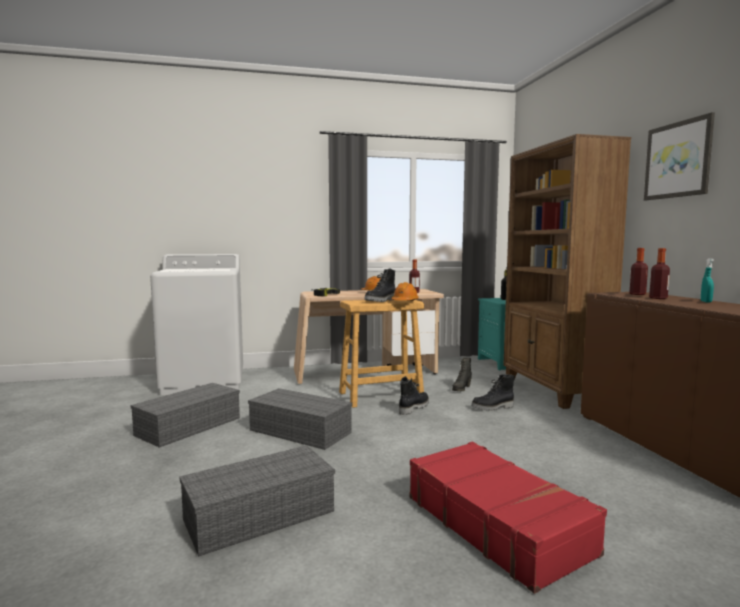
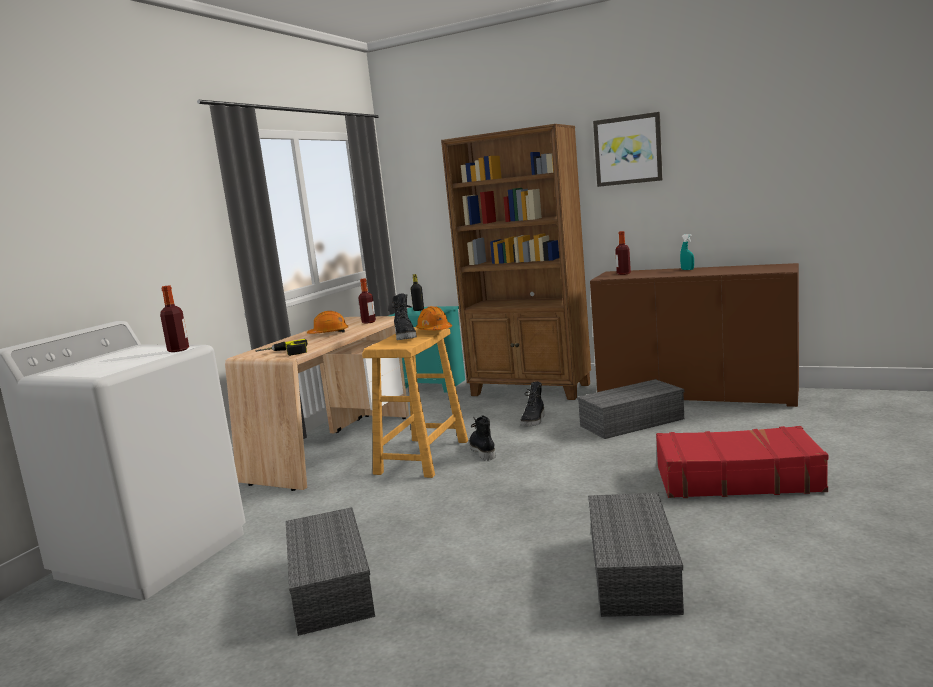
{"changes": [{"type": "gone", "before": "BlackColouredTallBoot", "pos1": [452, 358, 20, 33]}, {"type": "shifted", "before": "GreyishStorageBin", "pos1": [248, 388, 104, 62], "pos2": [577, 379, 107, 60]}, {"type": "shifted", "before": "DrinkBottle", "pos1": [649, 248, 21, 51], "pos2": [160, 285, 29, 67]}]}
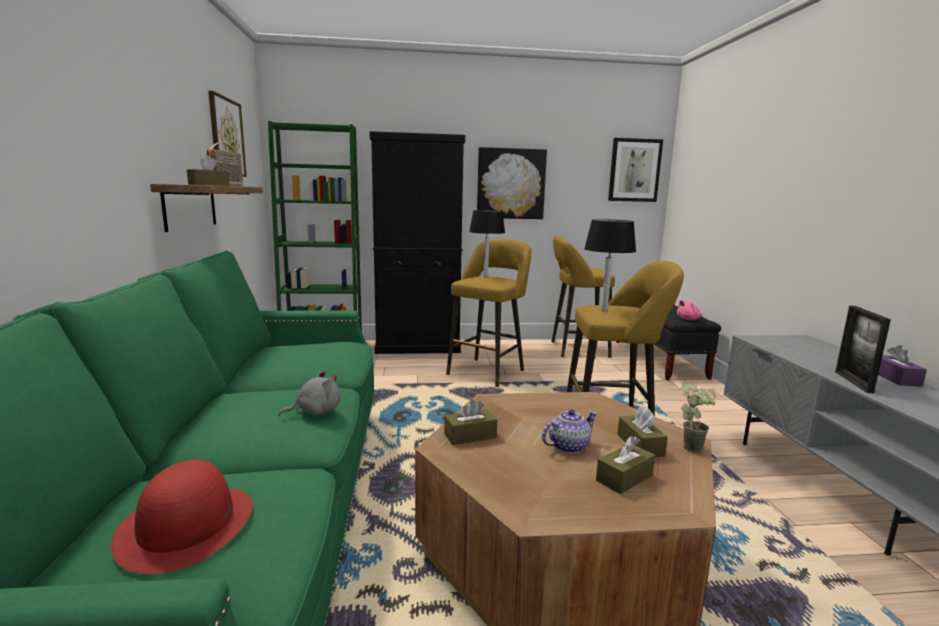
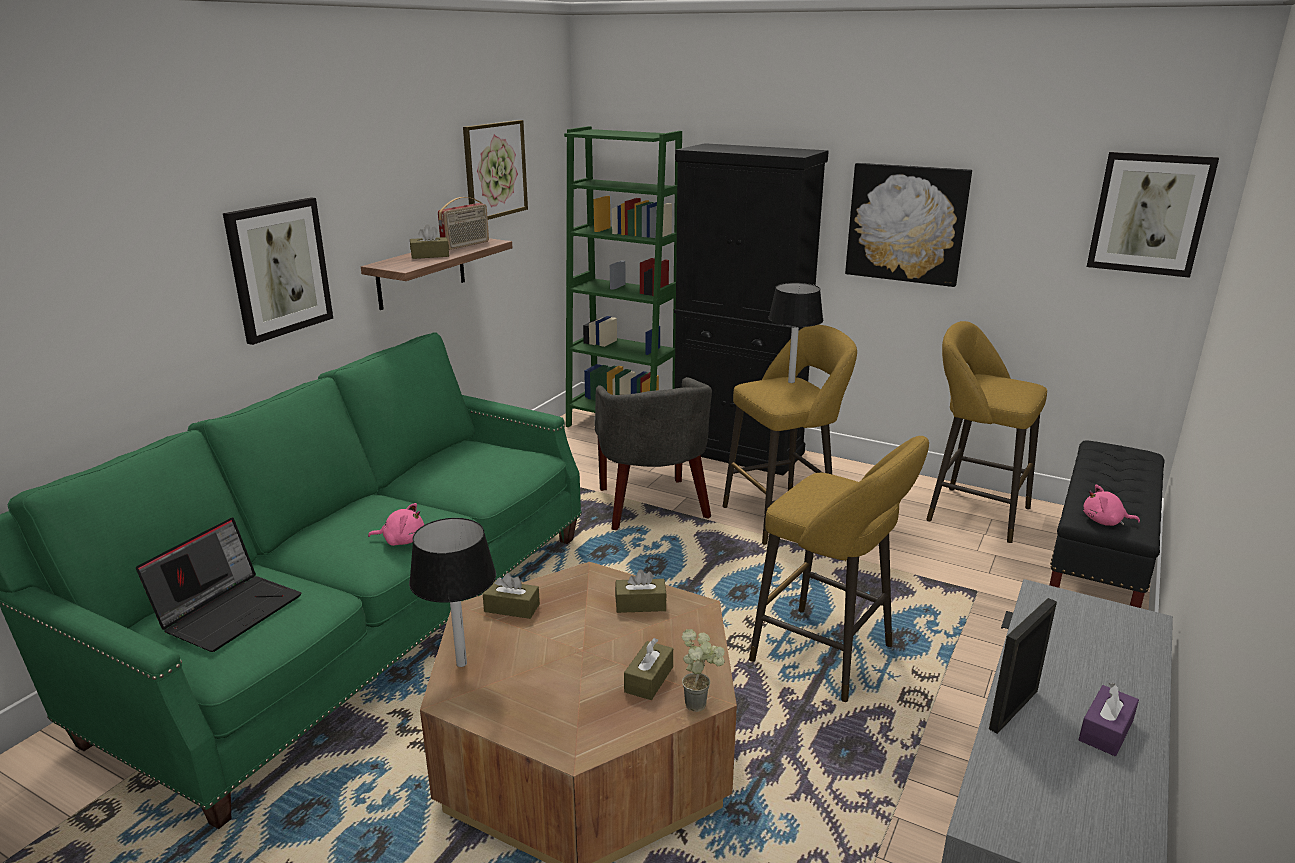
{"changes": [{"type": "gone", "before": "PotForTea", "pos1": [542, 409, 55, 44]}, {"type": "new", "after": "WallArt", "pos2": [223, 197, 110, 148]}, {"type": "new", "after": "GreyishArmchair", "pos2": [594, 377, 118, 153]}, {"type": "shifted", "before": "BlackColouredLampForATable", "pos1": [584, 219, 52, 92], "pos2": [409, 518, 87, 149]}, {"type": "shifted", "before": "BrownBoxOfTissues", "pos1": [596, 436, 59, 58], "pos2": [615, 569, 52, 44]}, {"type": "swapped", "before": "RedColouredWearableHat", "after": "NotebookComputer", "pos1": [111, 460, 142, 114], "pos2": [136, 517, 165, 135]}, {"type": "repainted", "before": "GreyishSoftToy", "after": "PinkColouredSoftToy", "pos1": [278, 370, 63, 46], "pos2": [368, 503, 56, 43]}]}
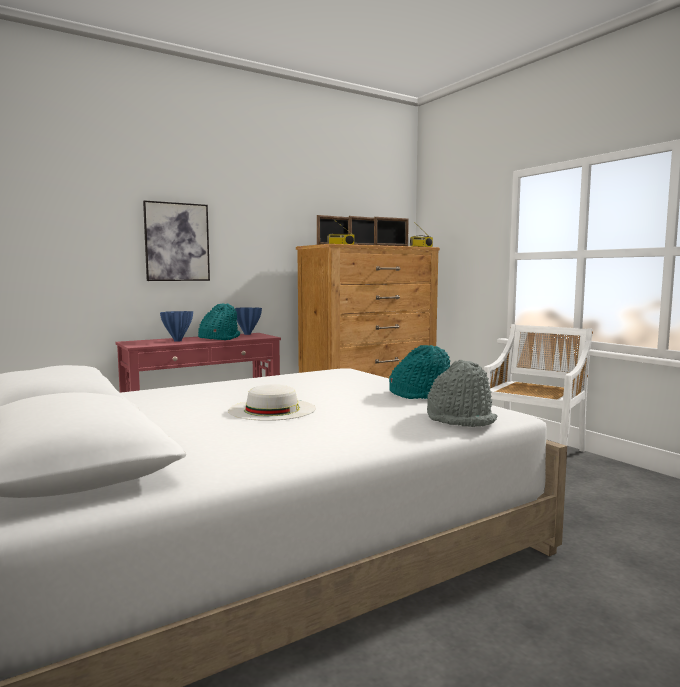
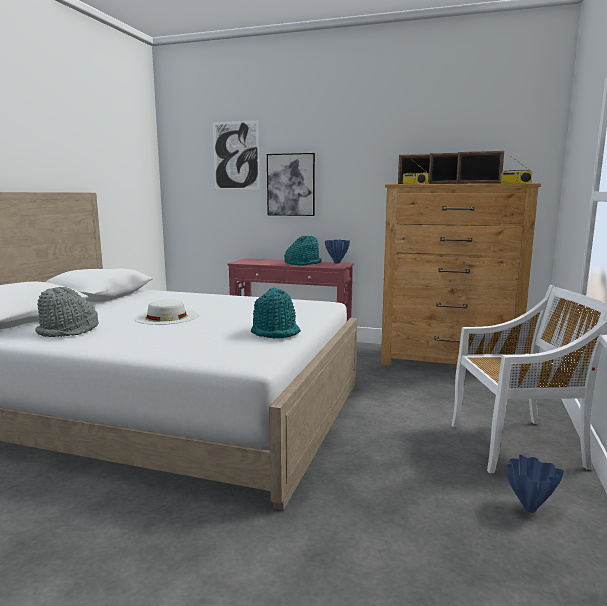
{"changes": [{"type": "new", "after": "WallArt", "pos2": [213, 120, 46, 69]}, {"type": "shifted", "before": "BluishFlowerVase", "pos1": [160, 311, 33, 31], "pos2": [506, 455, 58, 58]}, {"type": "shifted", "before": "GreyishWearableHat", "pos1": [427, 360, 70, 67], "pos2": [35, 287, 64, 50]}]}
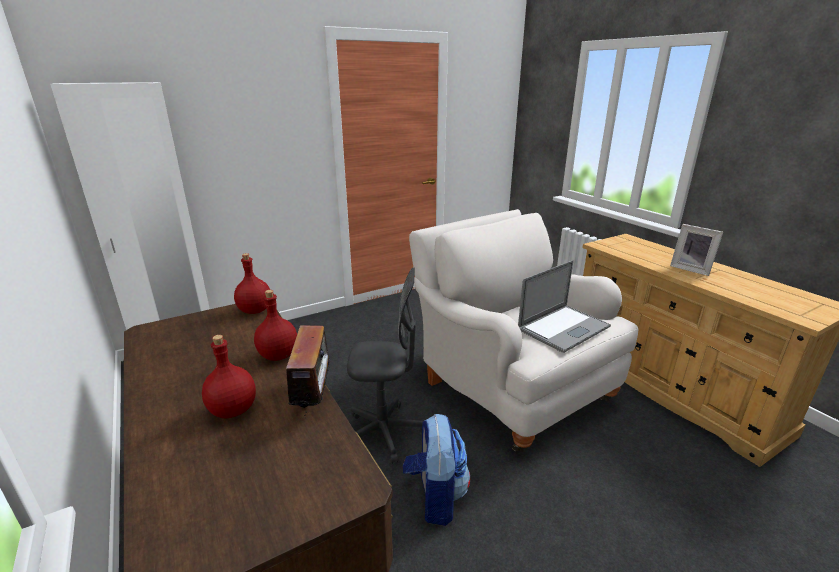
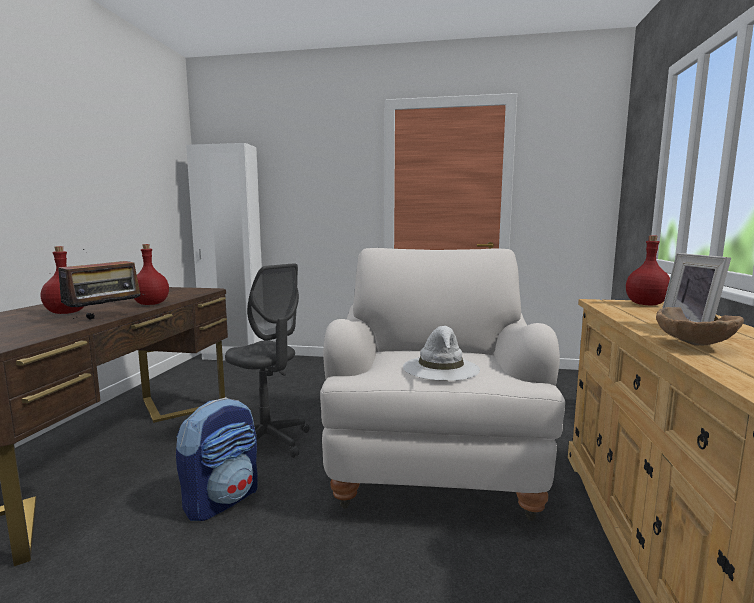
{"changes": [{"type": "new", "after": "BrownServingBowl", "pos2": [656, 307, 88, 39]}, {"type": "shifted", "before": "RedColouredDrinkBottle", "pos1": [234, 253, 36, 61], "pos2": [626, 236, 44, 70]}, {"type": "swapped", "before": "NotebookComputer", "after": "WhiteWearableHat", "pos1": [518, 260, 93, 93], "pos2": [403, 326, 77, 55]}]}
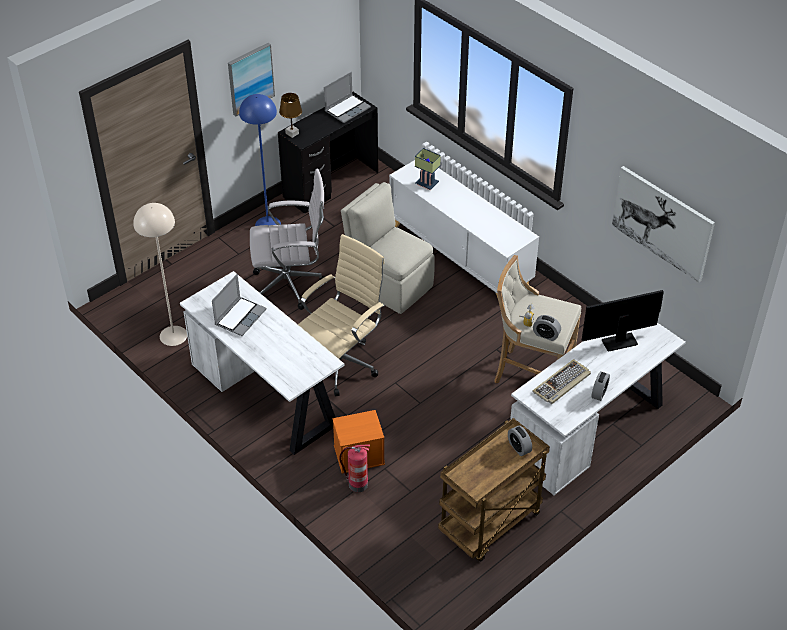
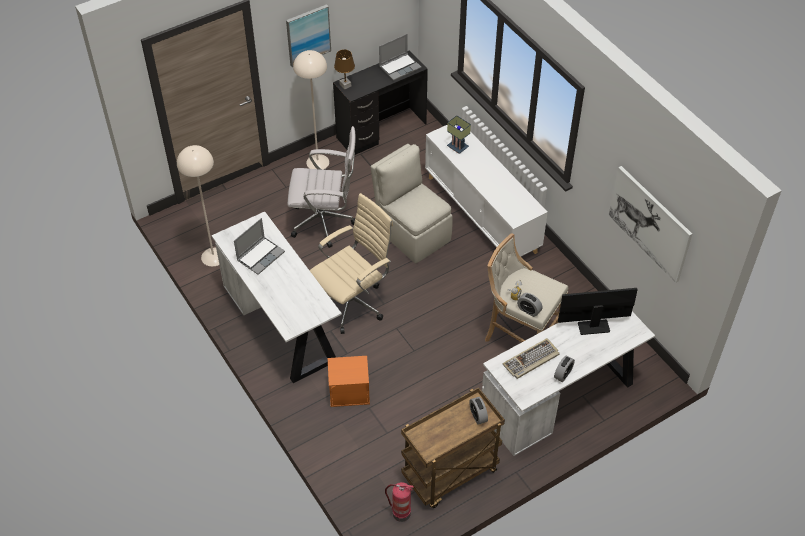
{"changes": [{"type": "shifted", "before": "FireFightingCylinder", "pos1": [339, 444, 31, 48], "pos2": [385, 482, 29, 40]}, {"type": "repainted", "before": "BluishStandingLamp", "after": "BeigeColouredStandingLamp", "pos1": [239, 94, 42, 132], "pos2": [293, 50, 36, 120]}]}
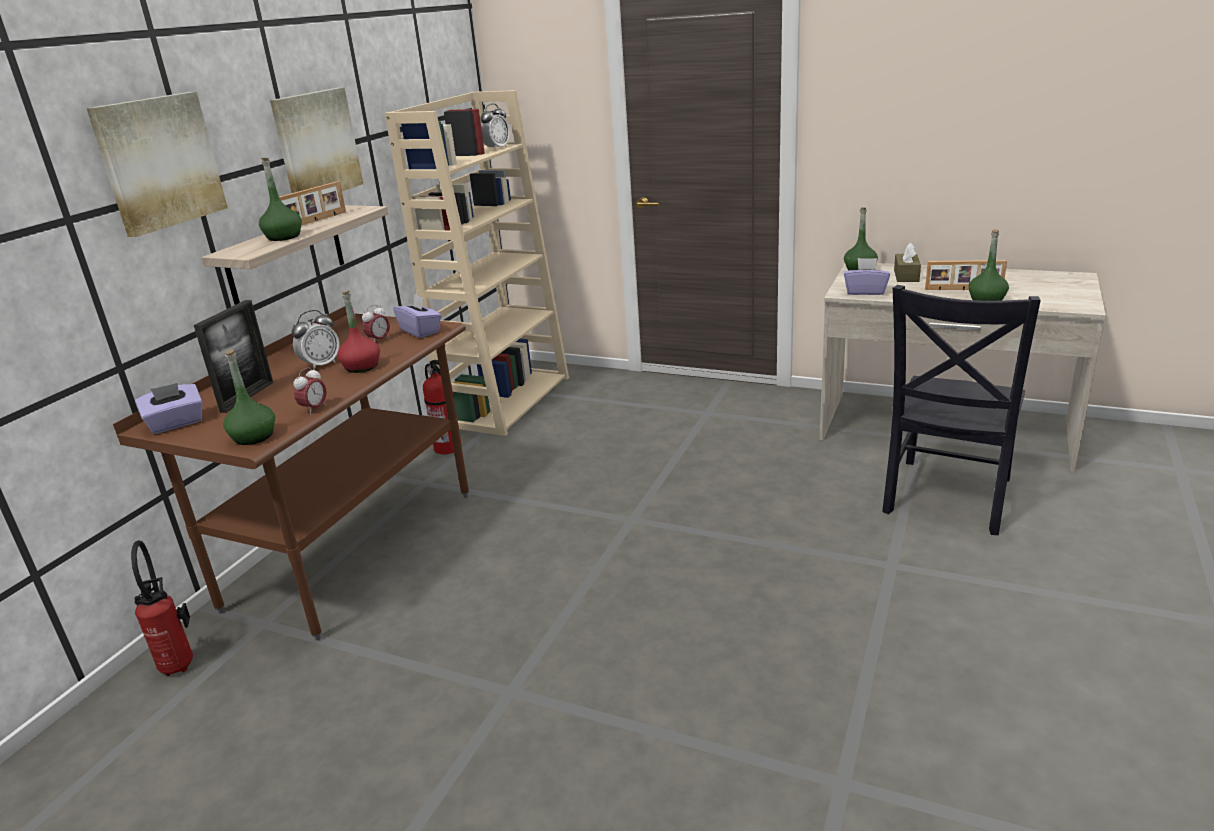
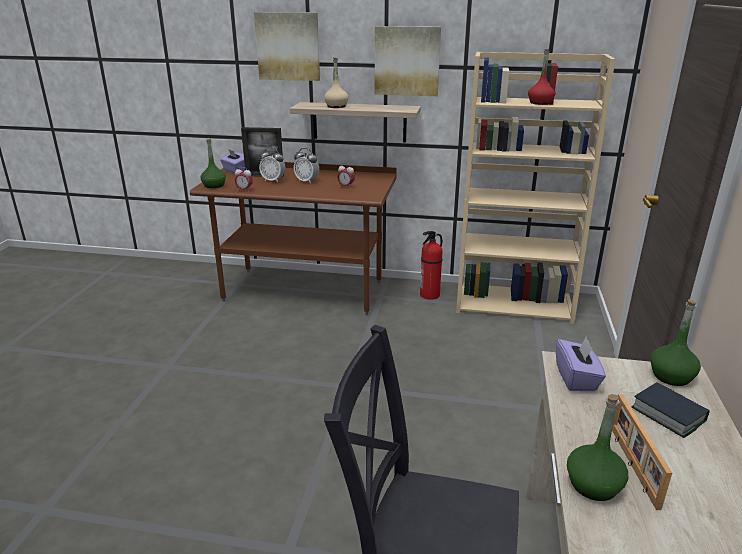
{"changes": [{"type": "gone", "before": "FireFightingCylinder", "pos1": [131, 540, 62, 136]}, {"type": "gone", "before": "PictureFrame", "pos1": [279, 181, 67, 44]}, {"type": "gone", "before": "PurplishBoxOfTissues", "pos1": [393, 294, 49, 44]}, {"type": "shifted", "before": "RedColouredDrinkBottle", "pos1": [337, 291, 43, 82], "pos2": [528, 49, 28, 56]}, {"type": "shifted", "before": "TableClock", "pos1": [480, 103, 30, 47], "pos2": [259, 148, 27, 35]}, {"type": "swapped", "before": "BrownBoxOfTissues", "after": "BoundBook", "pos1": [894, 243, 27, 39], "pos2": [632, 382, 78, 56]}, {"type": "repainted", "before": "GreenColouredDrinkBottle", "after": "BeigeColouredDrinkBottle", "pos1": [259, 158, 43, 83], "pos2": [324, 57, 25, 51]}]}
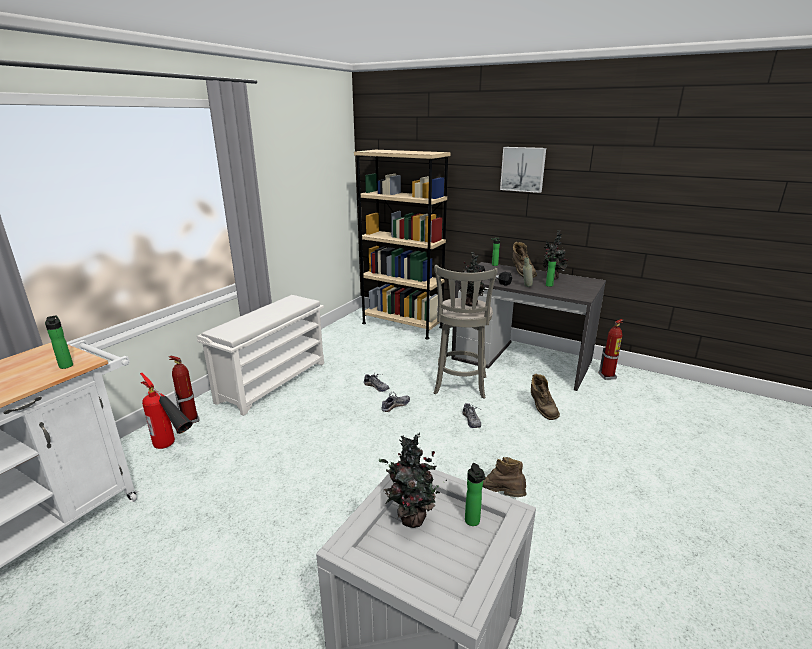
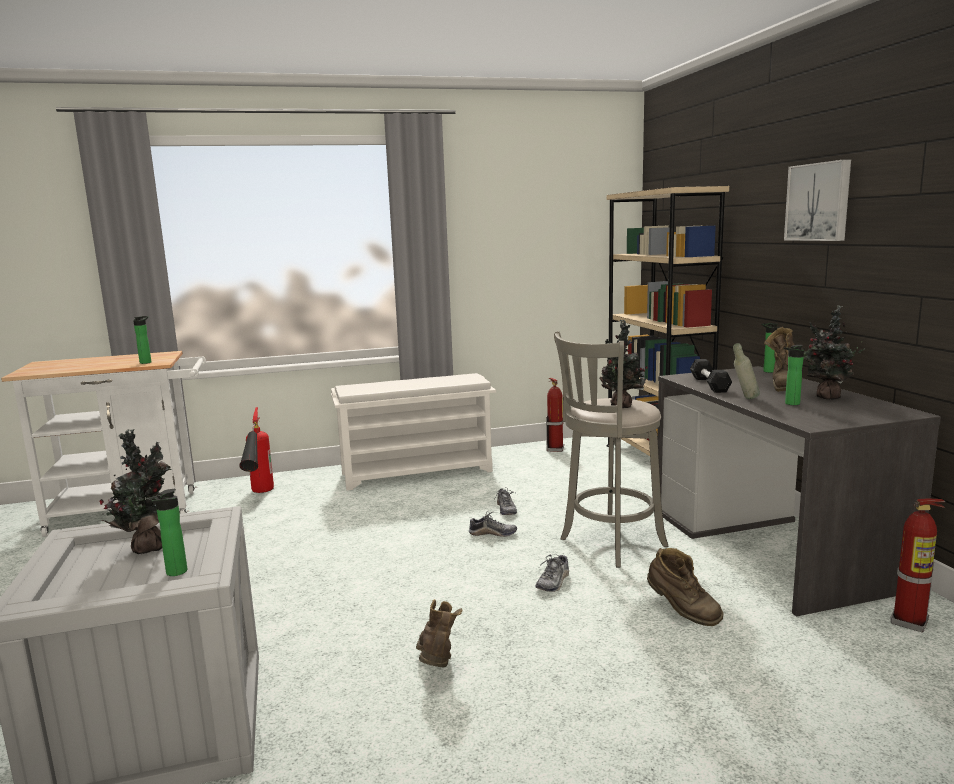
{"changes": [{"type": "shifted", "before": "FireFightingCylinder", "pos1": [169, 356, 30, 67], "pos2": [546, 378, 18, 74]}, {"type": "rotated", "before": "BrownTallBoot", "pos1": [531, 374, 29, 46], "pos2": [647, 548, 76, 78], "turn": -75}]}
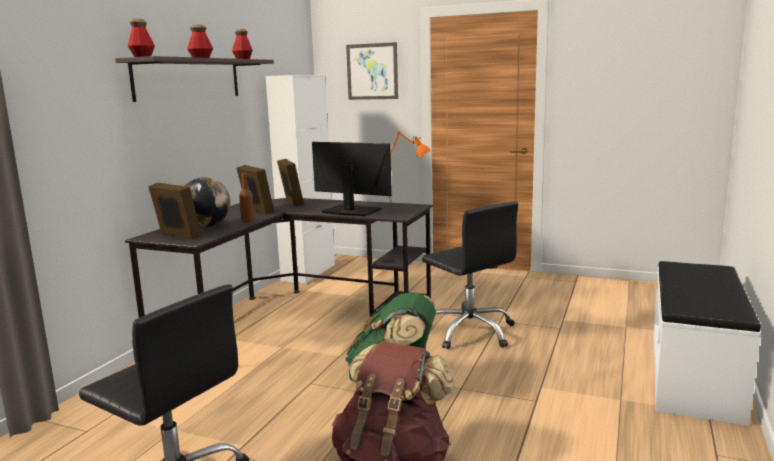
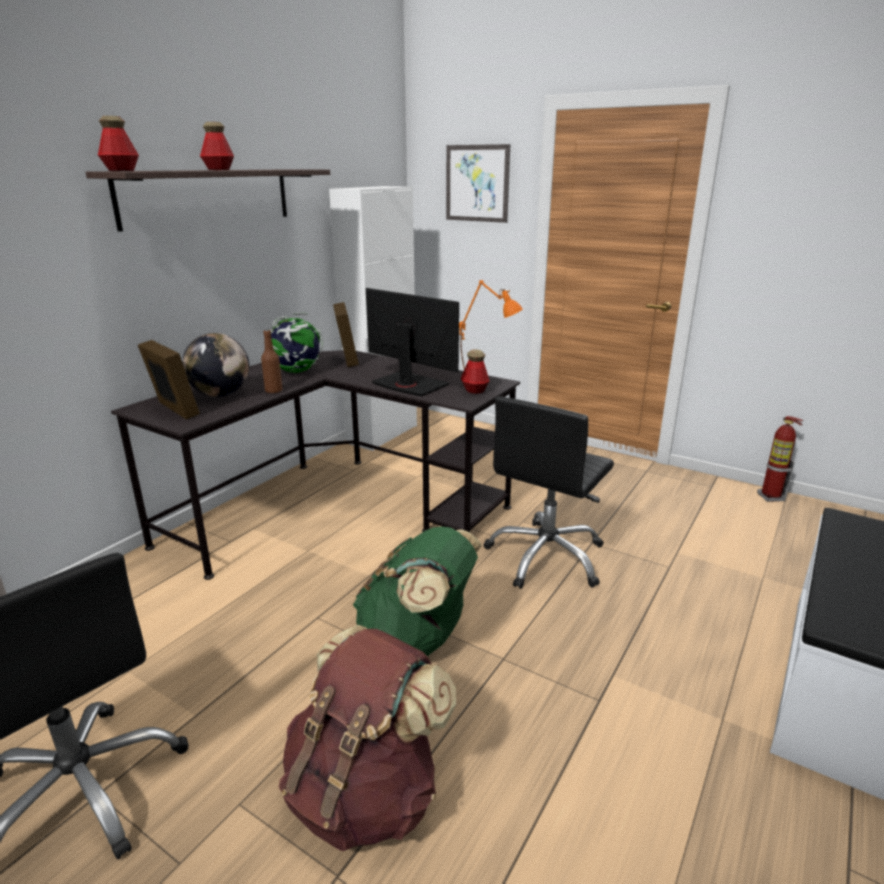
{"changes": [{"type": "new", "after": "FireFightingCylinder", "pos2": [757, 416, 47, 86]}, {"type": "shifted", "before": "DrinkBottle", "pos1": [232, 29, 21, 30], "pos2": [461, 349, 28, 45]}, {"type": "swapped", "before": "PictureFrame", "after": "DeskGlobe", "pos1": [236, 165, 38, 49], "pos2": [269, 312, 54, 61]}, {"type": "rotated", "before": "BlackColouredComputerChair", "pos1": [422, 201, 96, 148], "pos2": [484, 396, 130, 193], "turn": 60}]}
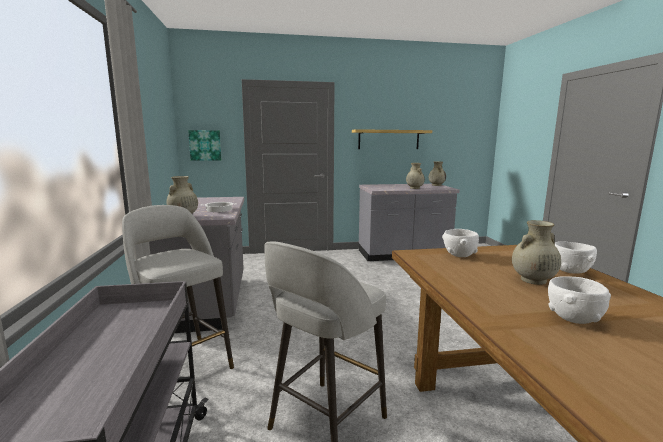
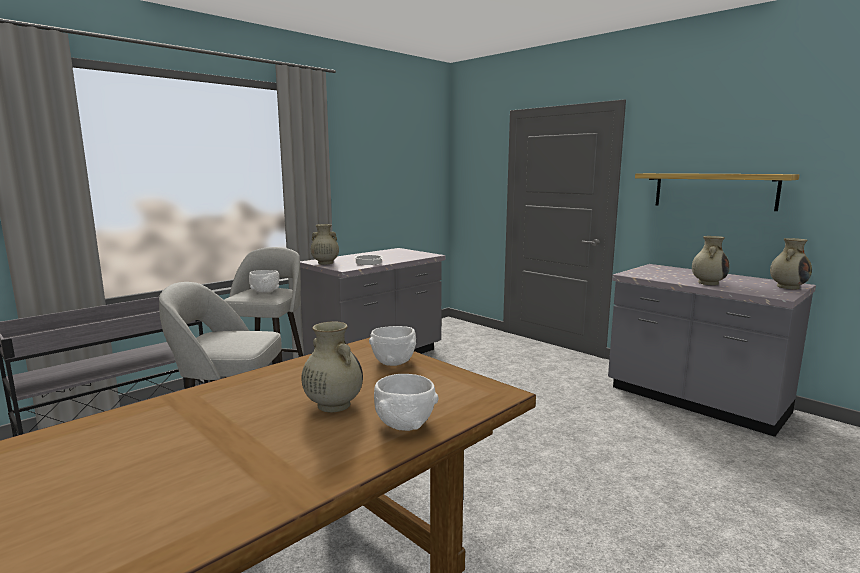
{"changes": [{"type": "gone", "before": "WallArt", "pos1": [188, 130, 33, 31]}, {"type": "shifted", "before": "WhiteServingBowl", "pos1": [548, 276, 63, 48], "pos2": [249, 270, 30, 23]}]}
